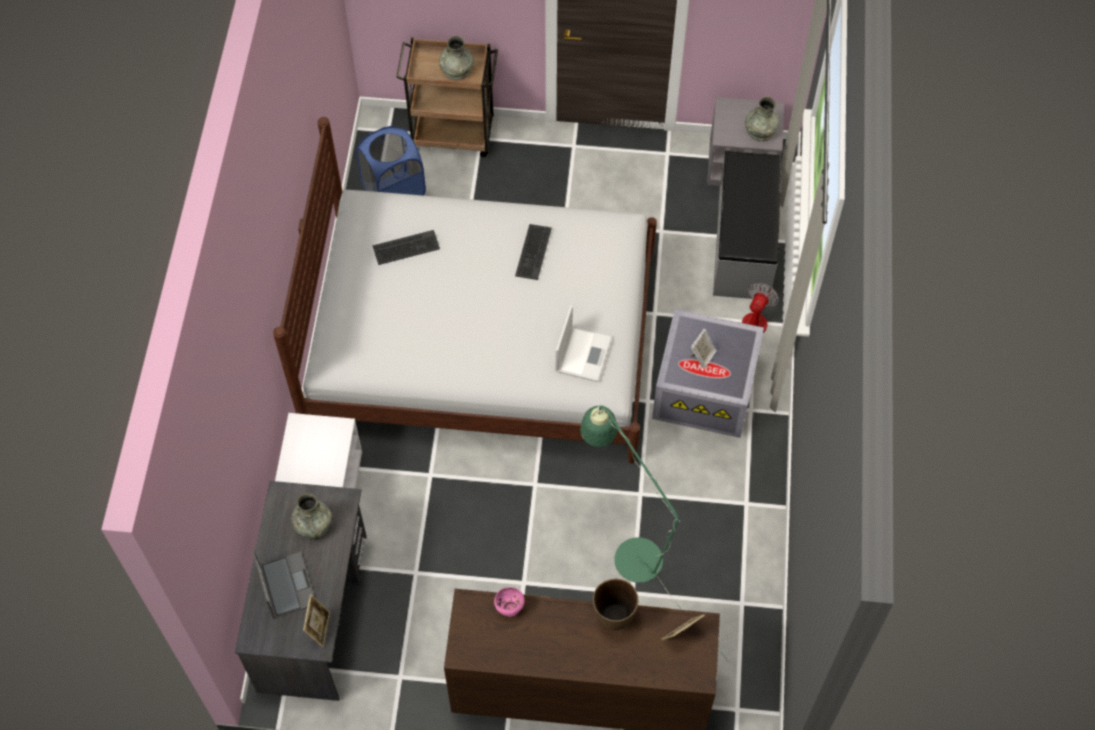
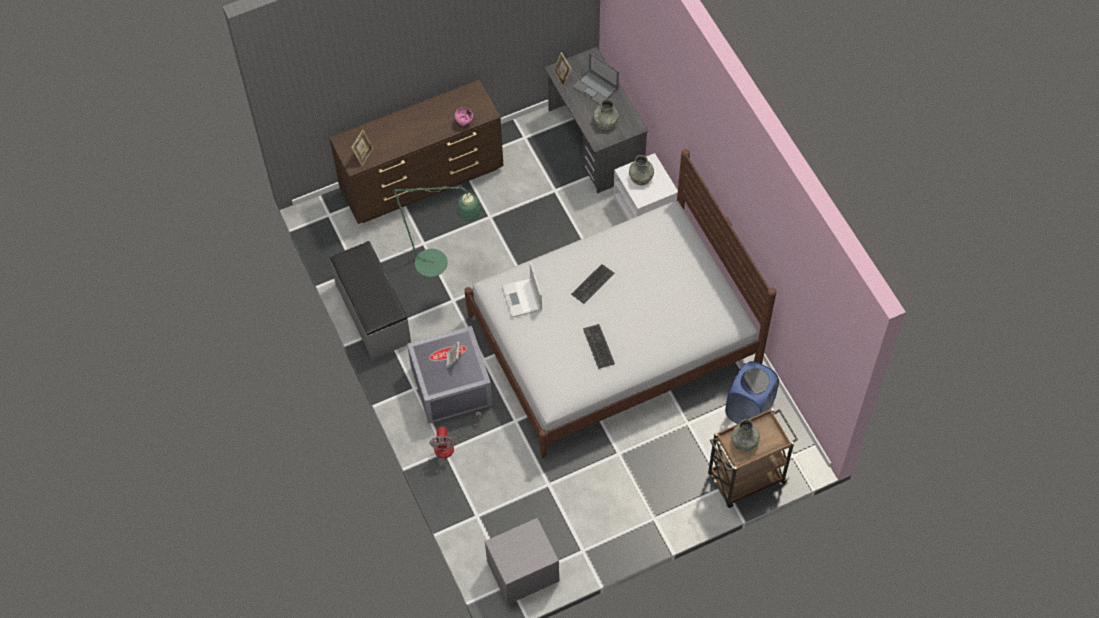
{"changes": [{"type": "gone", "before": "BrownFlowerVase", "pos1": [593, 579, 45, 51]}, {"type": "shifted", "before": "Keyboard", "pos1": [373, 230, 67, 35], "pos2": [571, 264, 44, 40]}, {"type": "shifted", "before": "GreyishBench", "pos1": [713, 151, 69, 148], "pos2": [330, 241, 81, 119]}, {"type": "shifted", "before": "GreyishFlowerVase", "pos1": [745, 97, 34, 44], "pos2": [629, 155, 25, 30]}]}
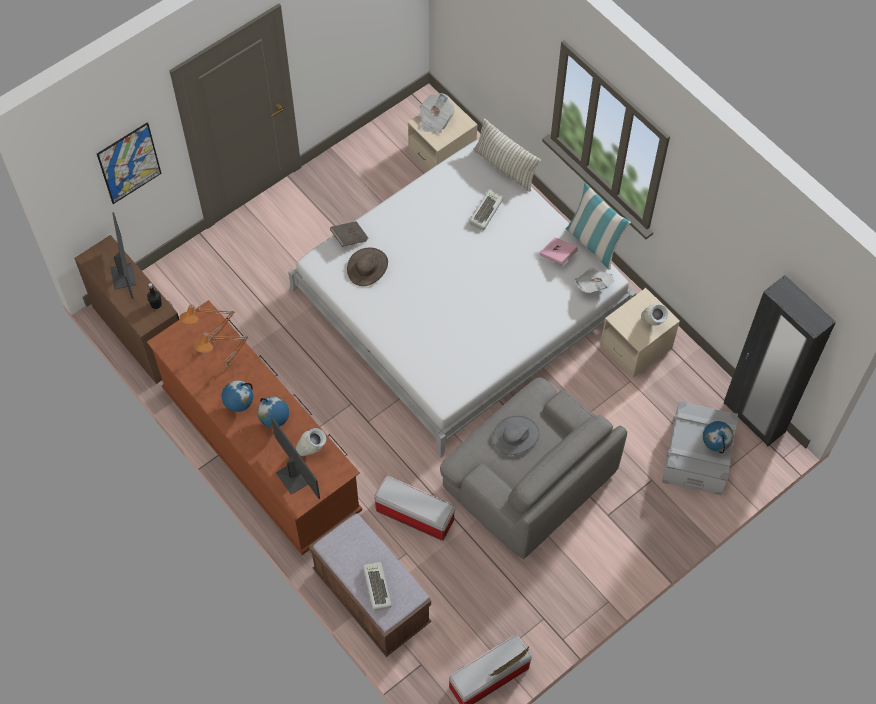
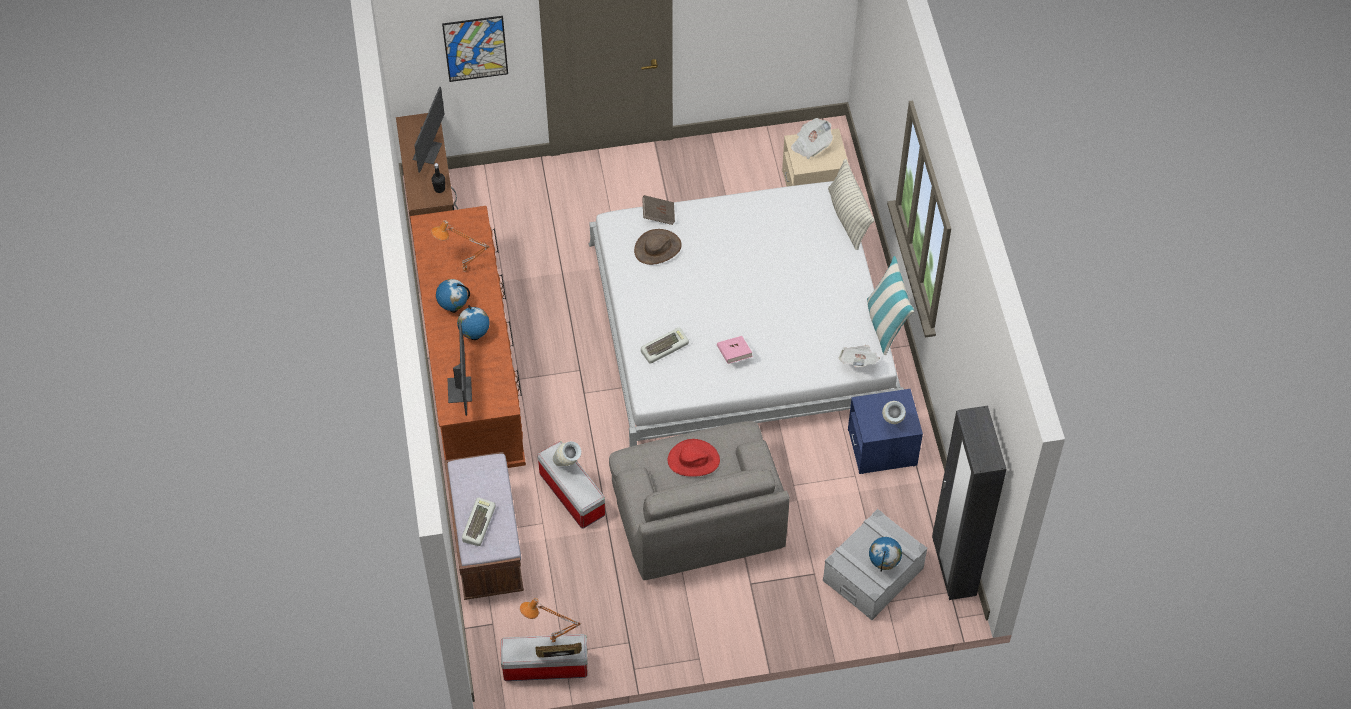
{"changes": [{"type": "shifted", "before": "OrangeyLampForATable", "pos1": [179, 304, 56, 39], "pos2": [520, 598, 61, 45]}, {"type": "shifted", "before": "FlowerVase", "pos1": [296, 428, 30, 28], "pos2": [553, 441, 28, 25]}, {"type": "shifted", "before": "Keyboard", "pos1": [470, 190, 33, 40], "pos2": [641, 328, 48, 36]}, {"type": "shifted", "before": "PinkColouredBoundBook", "pos1": [539, 238, 39, 27], "pos2": [717, 336, 36, 28]}, {"type": "repainted", "before": "GreyishWearableHat", "after": "RedColouredWearableHat", "pos1": [492, 415, 48, 40], "pos2": [667, 439, 53, 38]}, {"type": "repainted", "before": "BeigeColouredBedsideTable", "after": "BluishBedsideTable", "pos1": [600, 288, 80, 90], "pos2": [848, 389, 75, 85]}]}
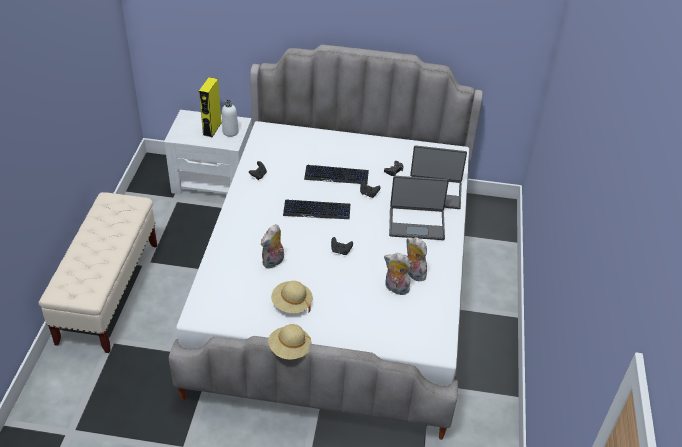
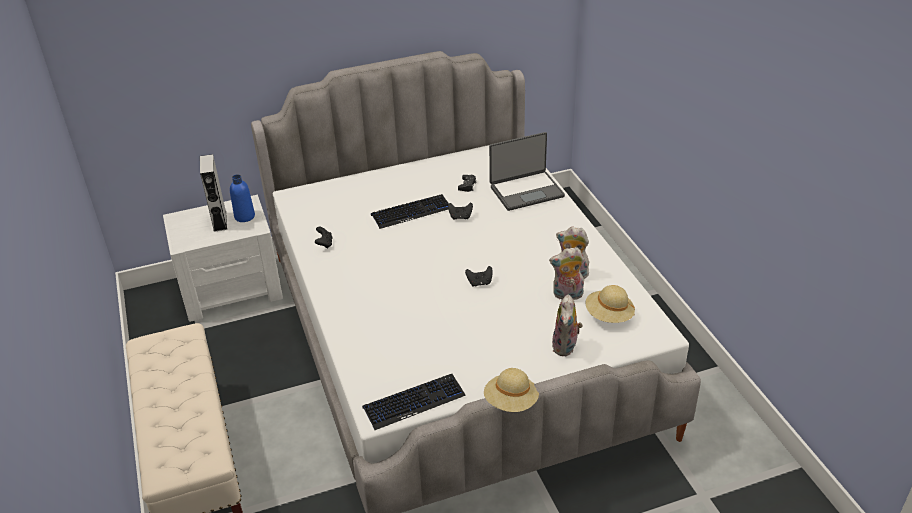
{"changes": [{"type": "gone", "before": "NotebookComputer", "pos1": [389, 176, 60, 64]}, {"type": "shifted", "before": "SoftToy", "pos1": [261, 224, 23, 44], "pos2": [552, 295, 30, 61]}, {"type": "shifted", "before": "BeigeColouredWearableHat", "pos1": [271, 281, 42, 32], "pos2": [585, 285, 50, 38]}, {"type": "shifted", "before": "Keyboard", "pos1": [283, 199, 67, 20], "pos2": [362, 374, 104, 56]}, {"type": "repainted", "before": "YellowSpeaker", "after": "GreyishSpeaker", "pos1": [199, 77, 22, 60], "pos2": [200, 154, 27, 78]}, {"type": "repainted", "before": "WhiteDrinkBottle", "after": "BluishDrinkBottle", "pos1": [222, 99, 17, 38], "pos2": [230, 174, 25, 48]}]}
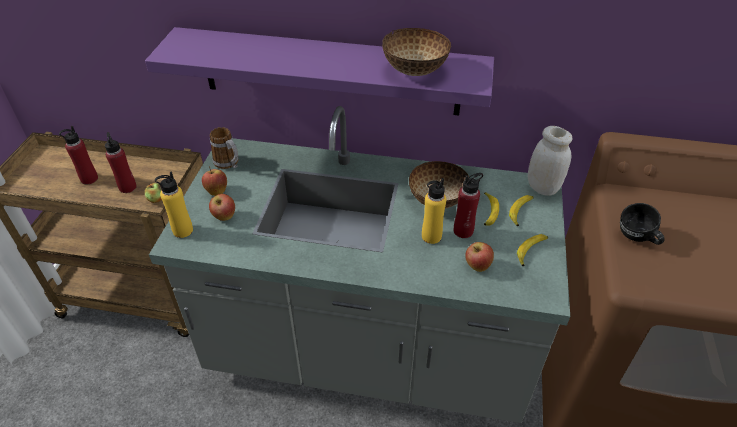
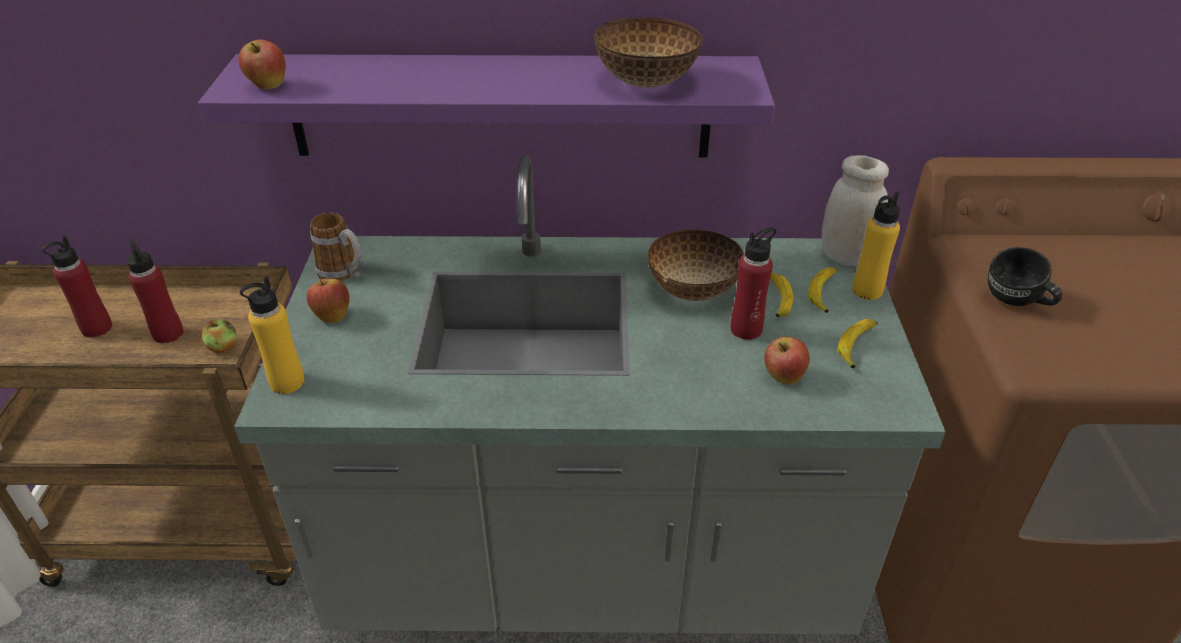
{"changes": [{"type": "shifted", "before": "WholeApple", "pos1": [209, 194, 26, 27], "pos2": [238, 39, 48, 50]}, {"type": "shifted", "before": "YellowDrinkBottle", "pos1": [422, 178, 24, 66], "pos2": [852, 191, 48, 109]}]}
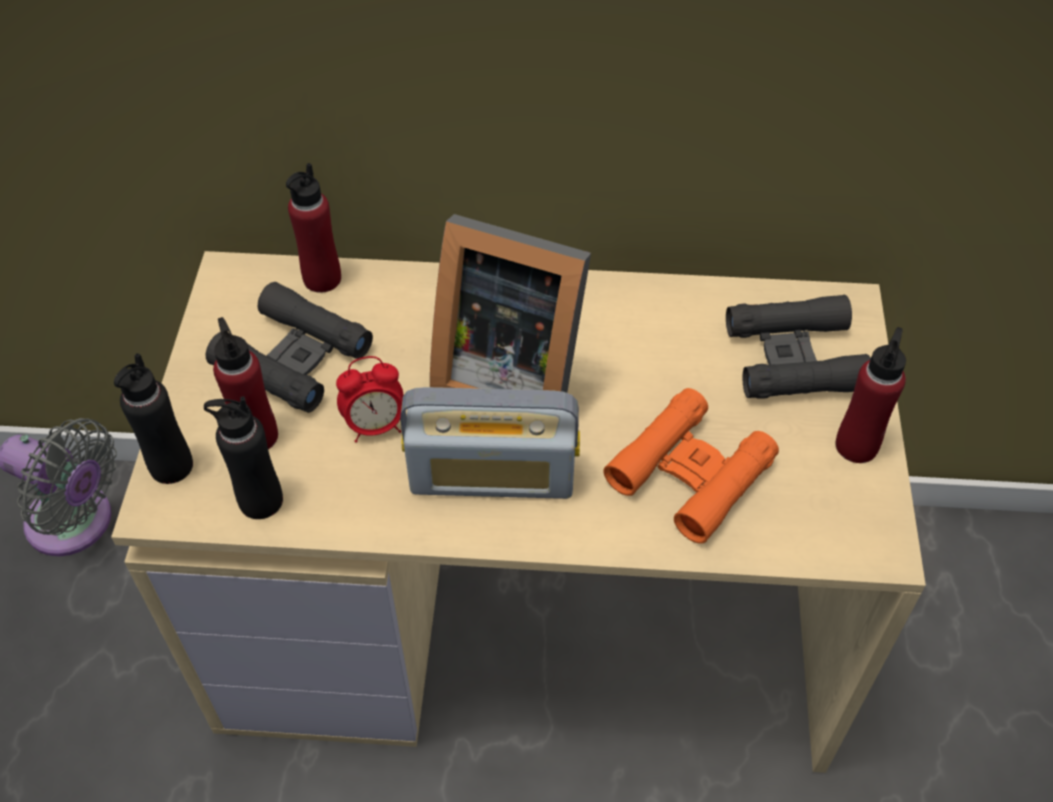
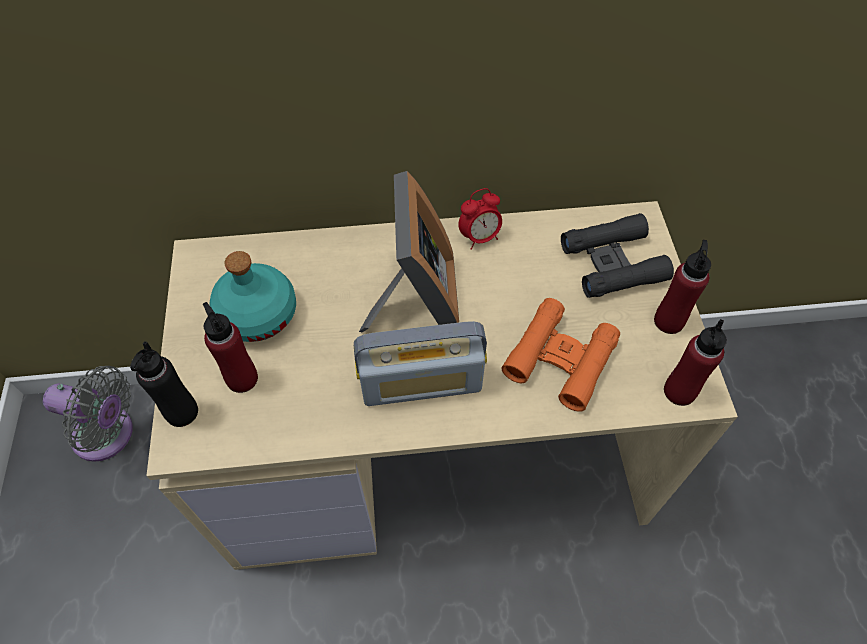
{"changes": [{"type": "gone", "before": "BlackColouredDrinkBottle", "pos1": [204, 396, 79, 123]}, {"type": "shifted", "before": "RedColouredDrinkBottle", "pos1": [286, 163, 55, 130], "pos2": [664, 319, 63, 87]}, {"type": "shifted", "before": "TableClock", "pos1": [336, 356, 68, 87], "pos2": [458, 188, 44, 62]}, {"type": "swapped", "before": "BlackColouredPairOfBinoculars", "after": "TurquoiseDrinkBottle", "pos1": [206, 282, 167, 131], "pos2": [209, 251, 87, 91]}, {"type": "rotated", "before": "PictureFrame", "pos1": [430, 214, 161, 179], "pos2": [359, 171, 100, 162], "turn": -105}]}
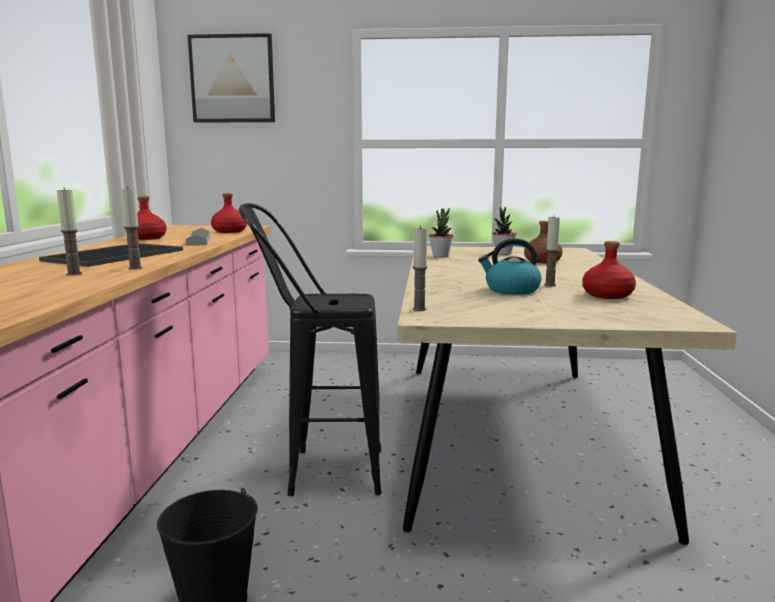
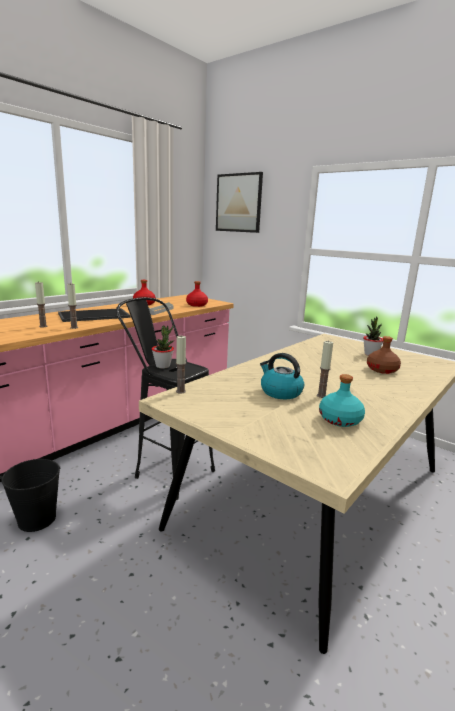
{"changes": [{"type": "shifted", "before": "PlantInAPot", "pos1": [429, 208, 24, 49], "pos2": [152, 325, 22, 44]}, {"type": "repainted", "before": "RedColouredDrinkBottle", "after": "TurquoiseDrinkBottle", "pos1": [582, 241, 54, 58], "pos2": [319, 374, 46, 53]}]}
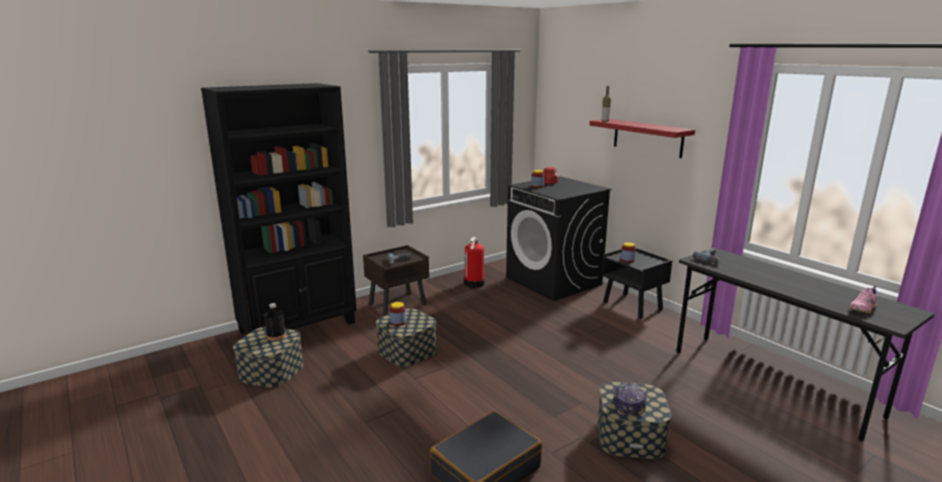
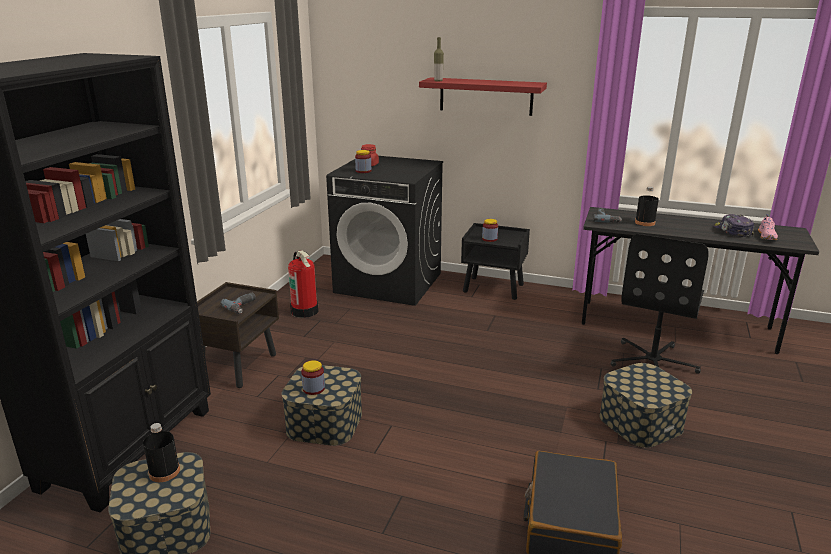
{"changes": [{"type": "new", "after": "BlackColouredComputerChair", "pos2": [611, 234, 98, 140]}, {"type": "new", "after": "BlackColouredDrinkBottle", "pos2": [635, 186, 24, 40]}, {"type": "shifted", "before": "PeakedCap", "pos1": [613, 383, 34, 34], "pos2": [713, 214, 41, 23]}]}
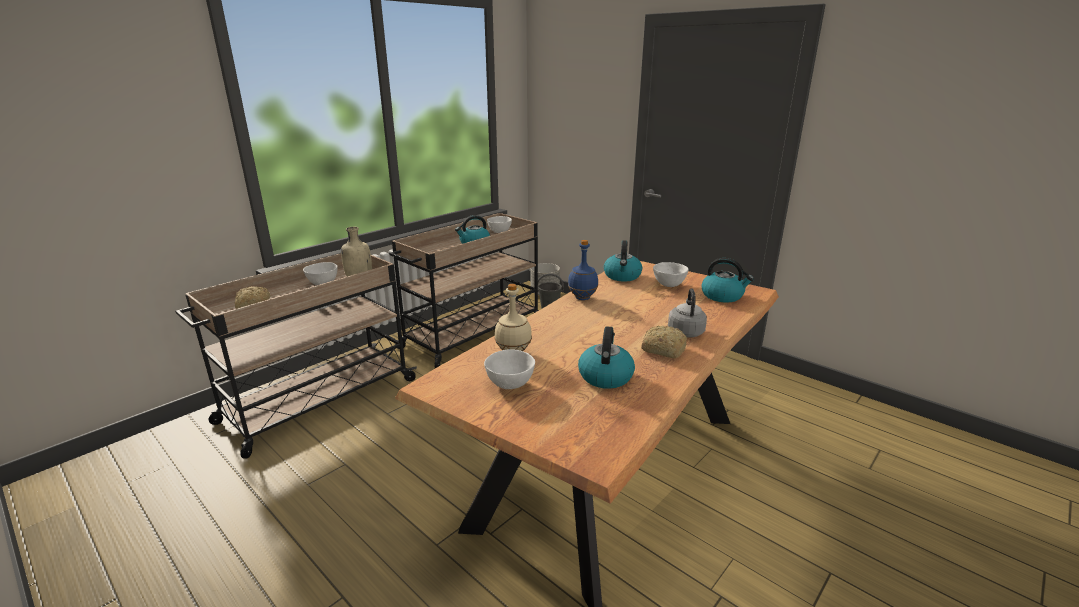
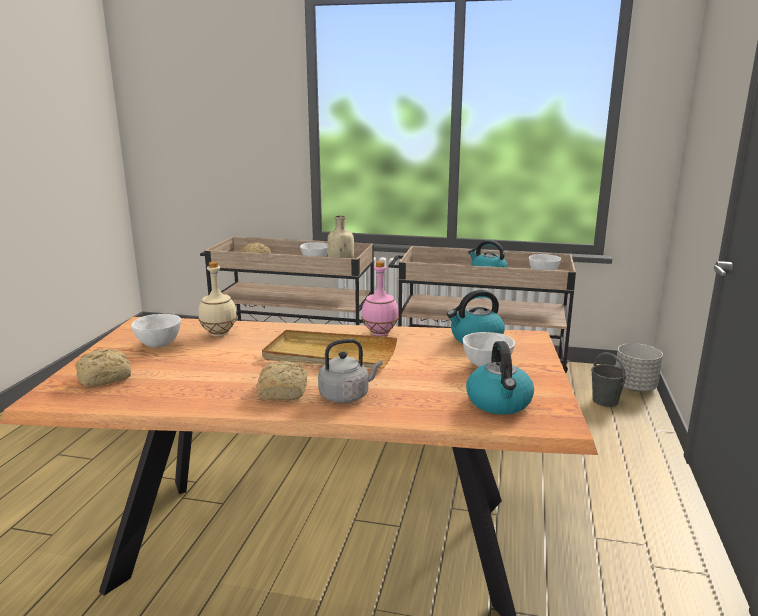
{"changes": [{"type": "gone", "before": "WaterKettle", "pos1": [578, 327, 57, 62]}, {"type": "new", "after": "Bread", "pos2": [75, 348, 56, 39]}, {"type": "new", "after": "BeigeColouredTray", "pos2": [262, 330, 135, 39]}, {"type": "repainted", "before": "BluishDrinkBottle", "after": "PinkColouredDrinkBottle", "pos1": [568, 240, 30, 60], "pos2": [361, 261, 38, 75]}]}
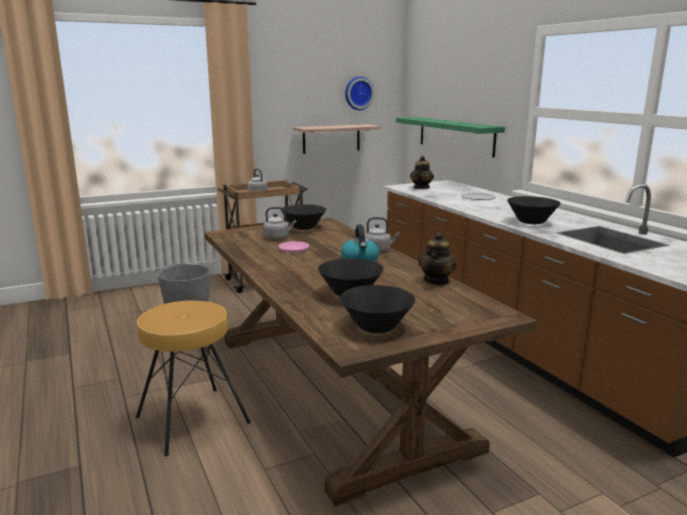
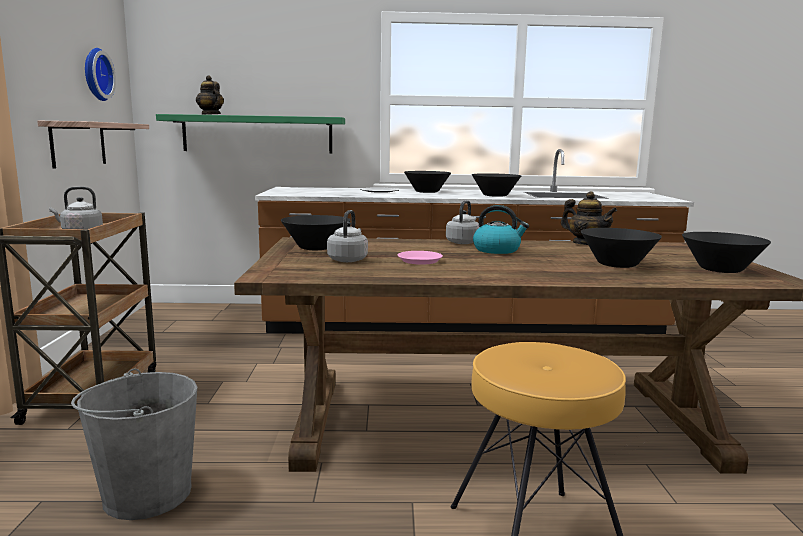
{"changes": [{"type": "new", "after": "BlackColouredServingBowl", "pos2": [404, 171, 47, 22]}, {"type": "shifted", "before": "PotForTea", "pos1": [410, 156, 24, 33], "pos2": [196, 75, 28, 40]}]}
